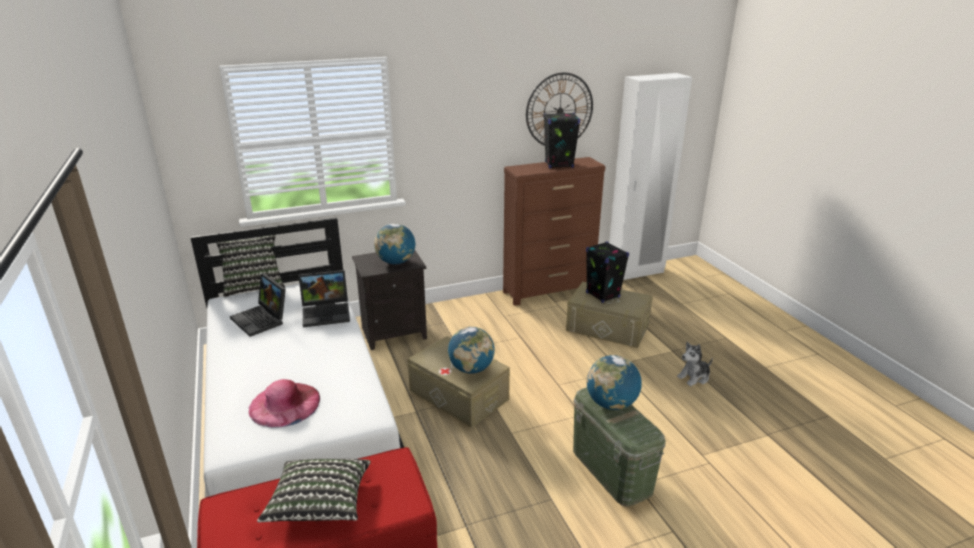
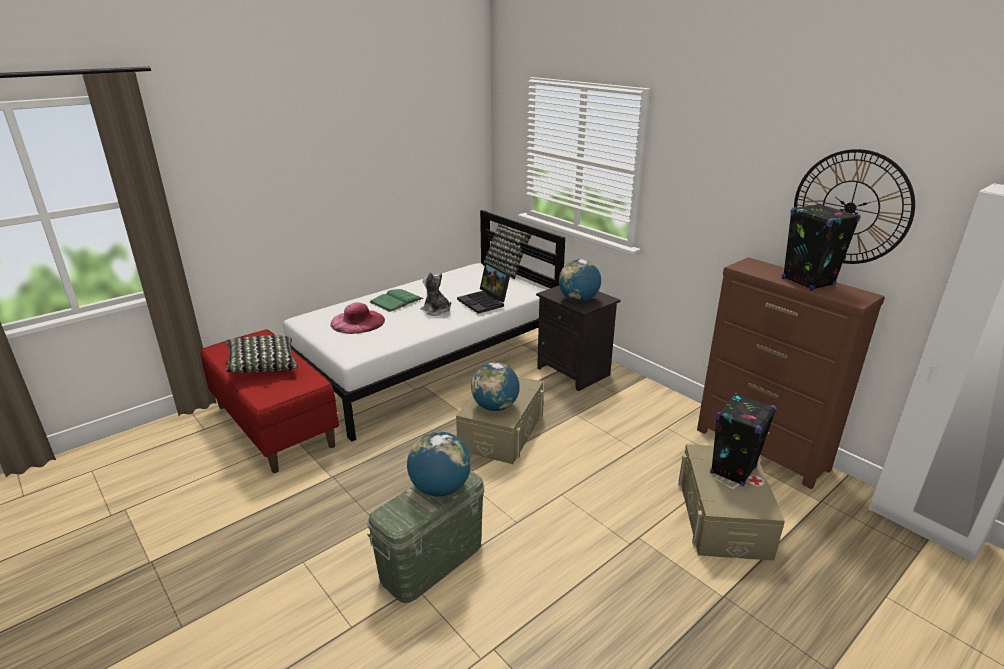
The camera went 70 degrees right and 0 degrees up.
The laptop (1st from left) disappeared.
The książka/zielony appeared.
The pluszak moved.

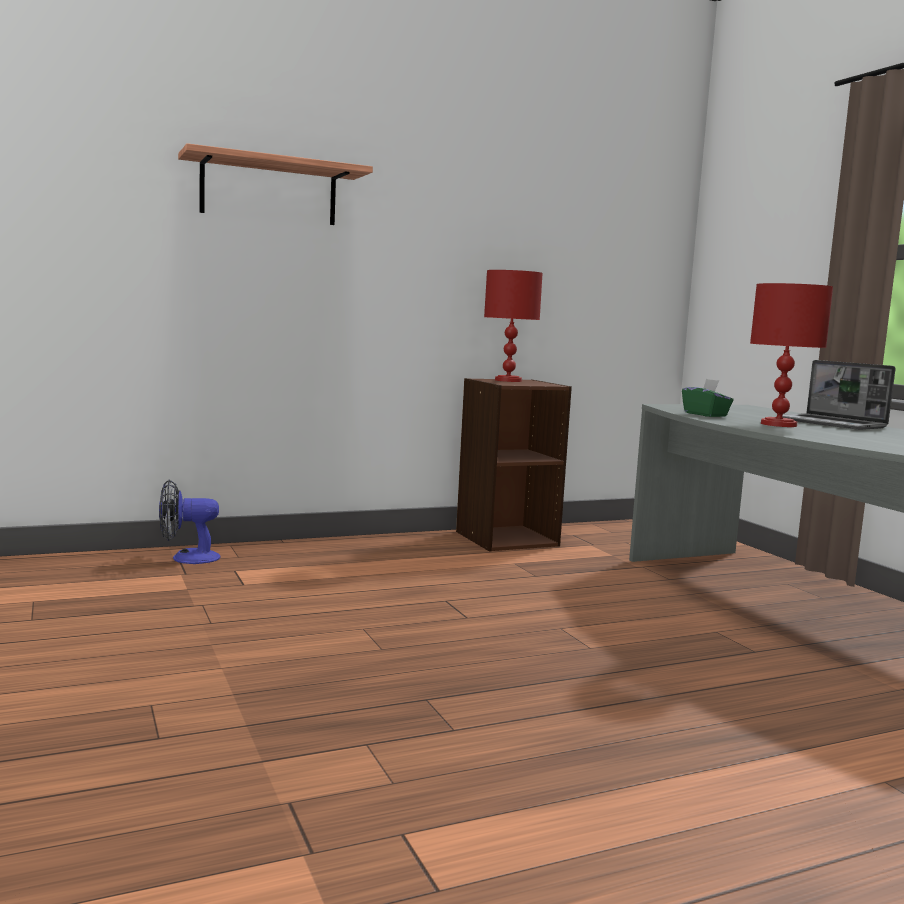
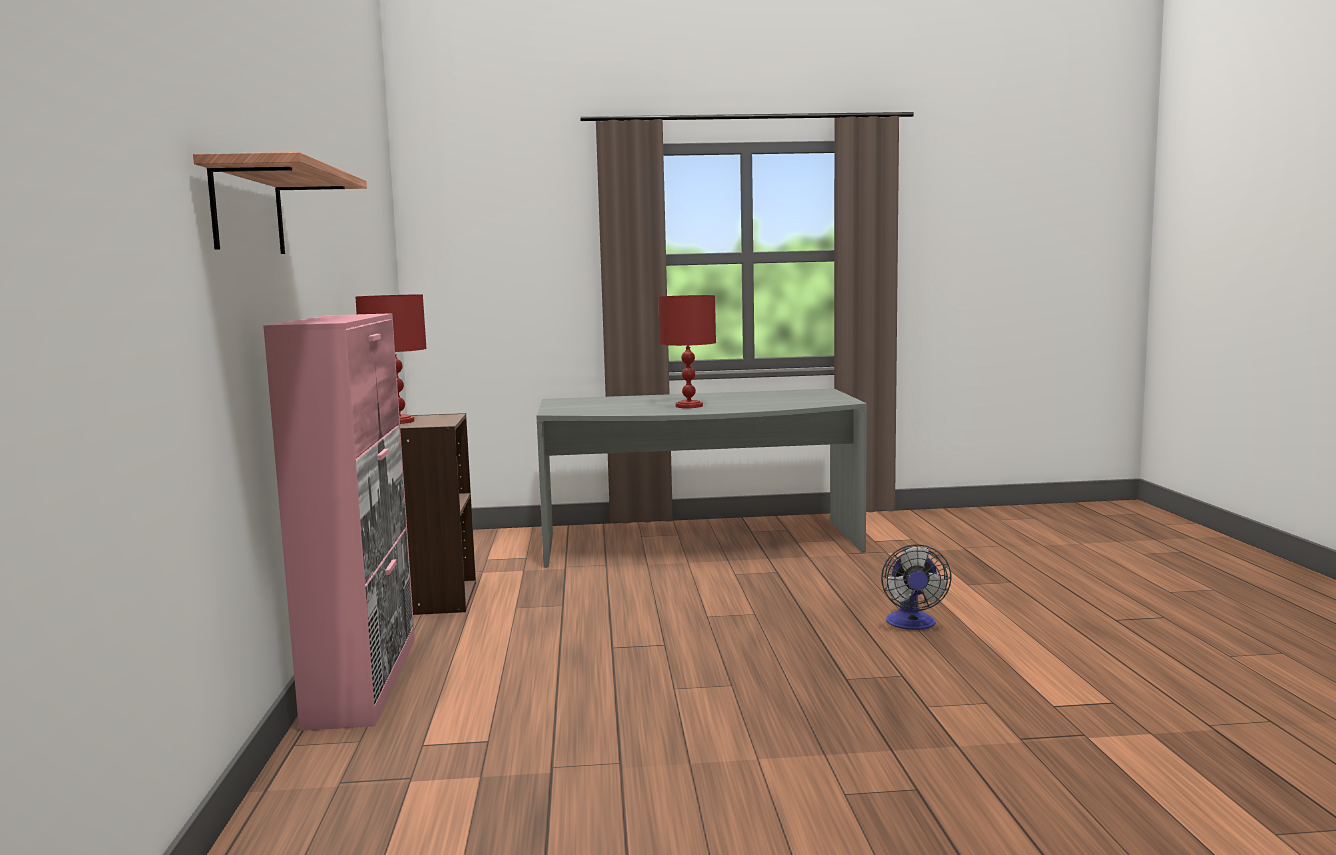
The camera went 70 degrees left and 0 degrees up.
The pudełko chusteczek/zielony disappeared.
The laptop disappeared.
The szafka/różowy appeared.
The wentylator moved.

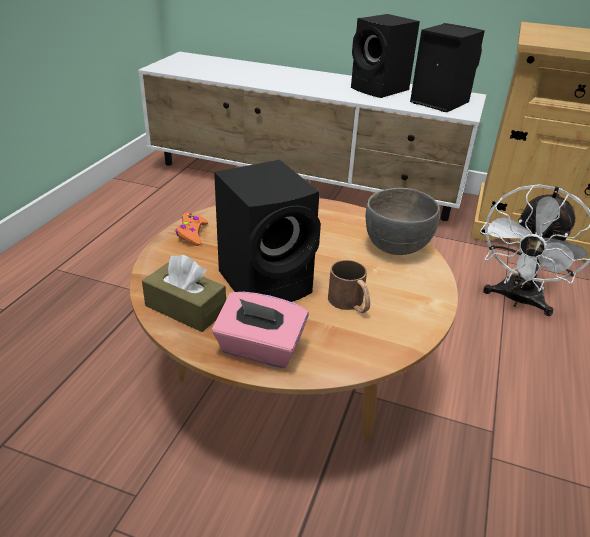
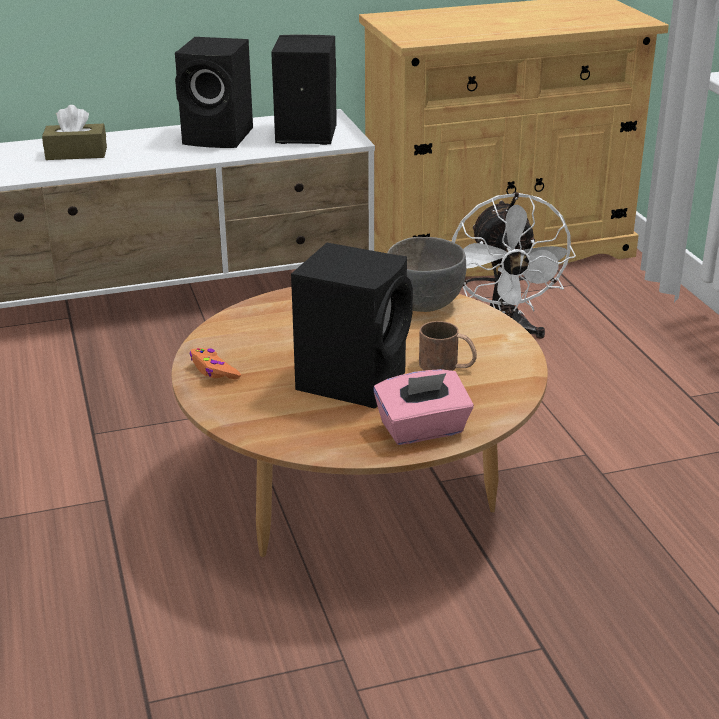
The camera went 35 degrees left and 5 degrees down.
The pudełko chusteczek/brązowy moved.

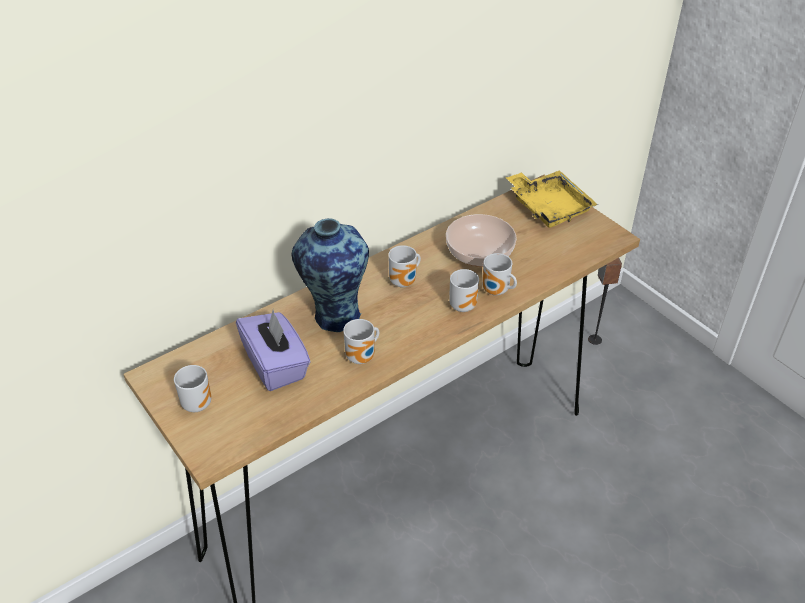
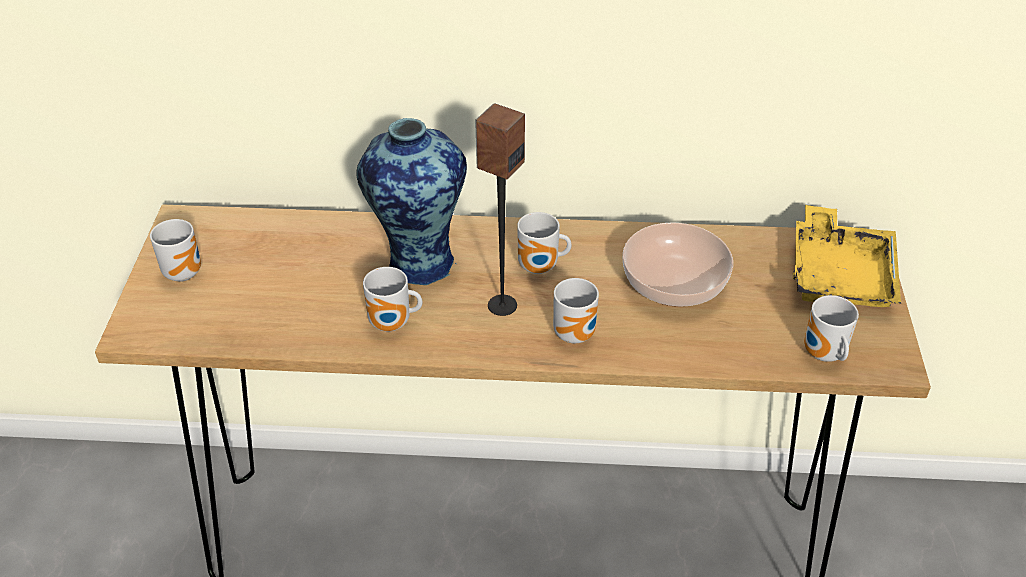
The camera went 40 degrees right and 0 degrees up.
The pudełko chusteczek/fioletowy disappeared.
The kubek (5th from left) moved.
The głośnik moved.

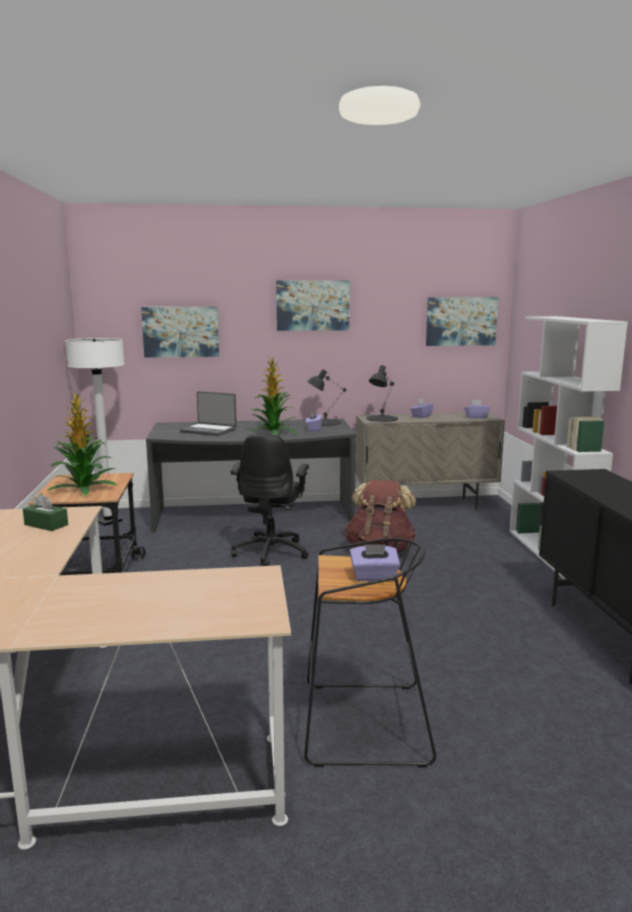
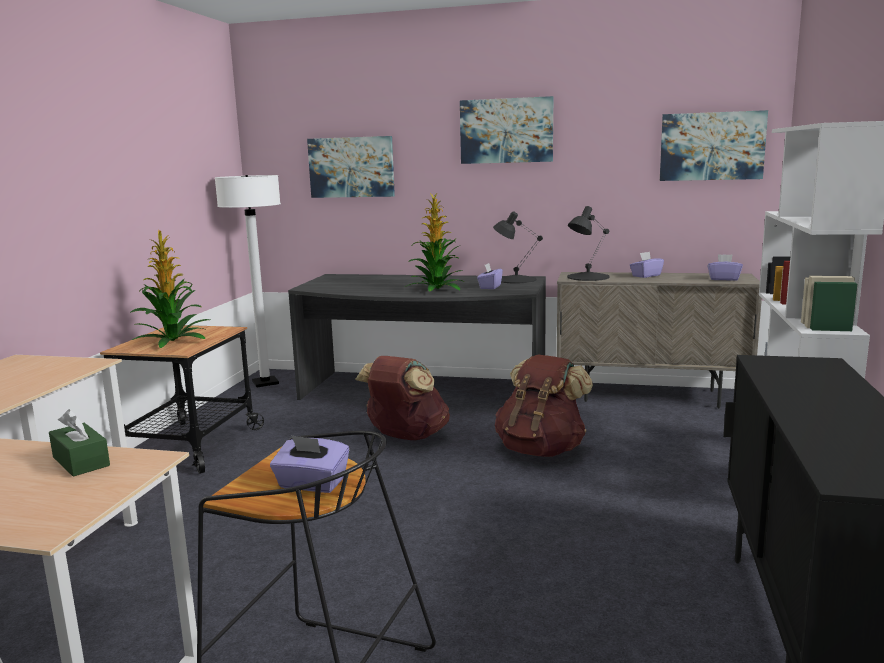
The camera went 20 degrees right and 0 degrees up.
The laptop disappeared.
The pudełko chusteczek/zielony moved.
The krzesło biurowe/czarny was replaced by the plecak/brązowy (1st from left).

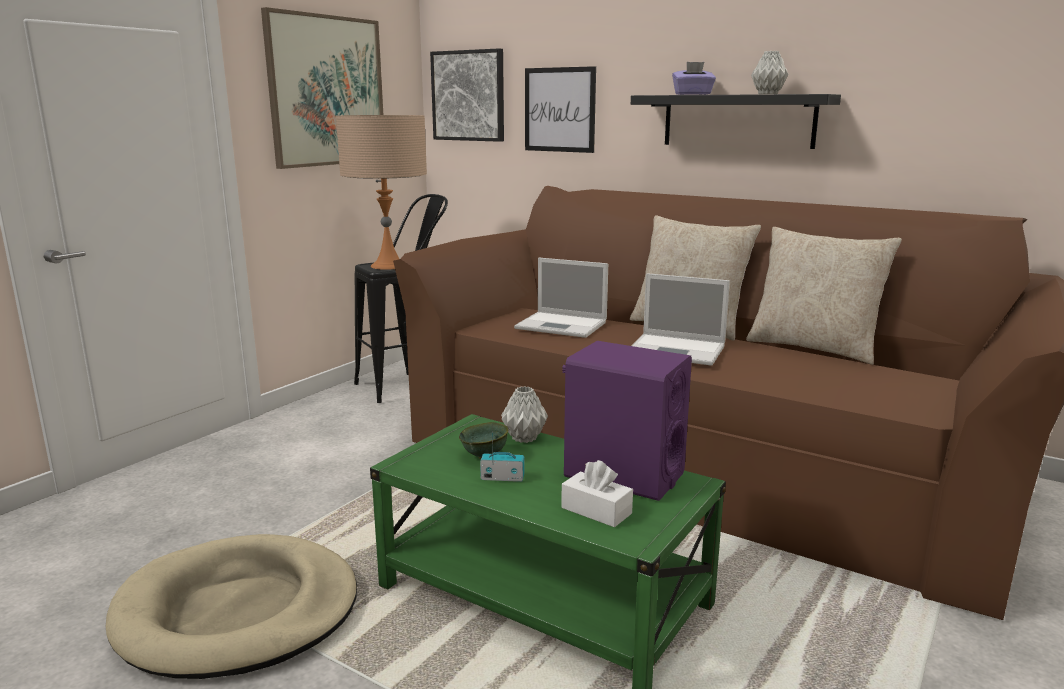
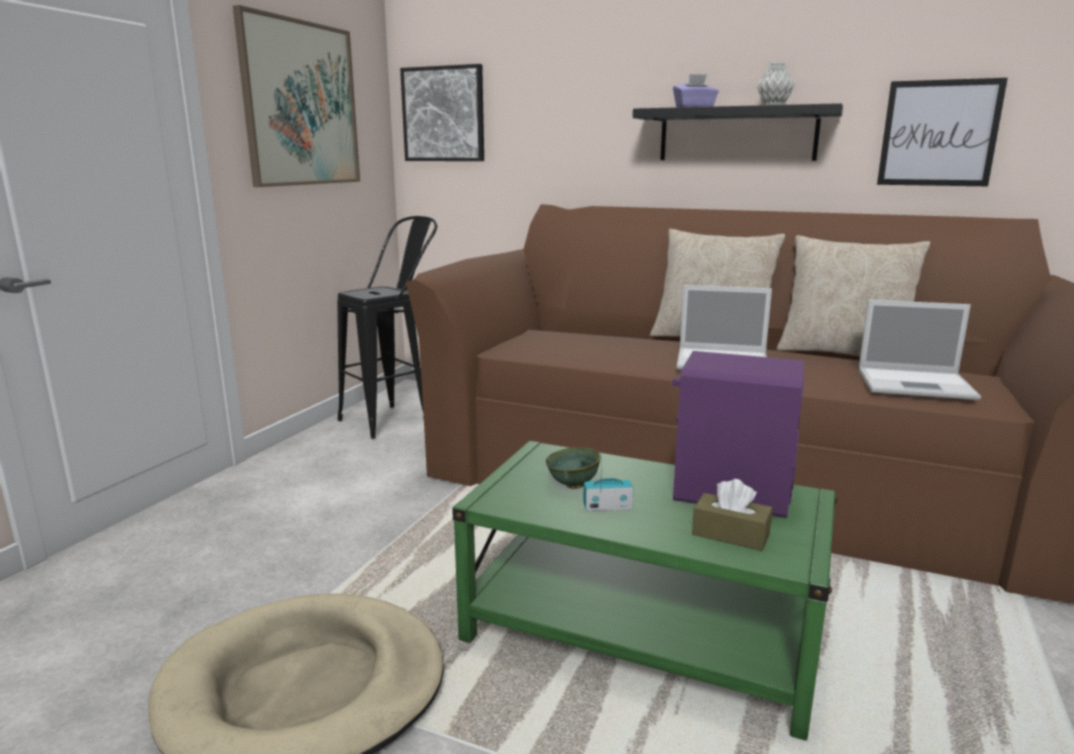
The camera went 10 degrees left and 0 degrees up.
The lampa stołowa/beżowy disappeared.
The wazon/szary (1st from left) disappeared.
The laptop (1st from left in the first image) moved.
The obraz (3rd from left) moved.
The pudełko chusteczek/biały became the pudełko chusteczek/brązowy.

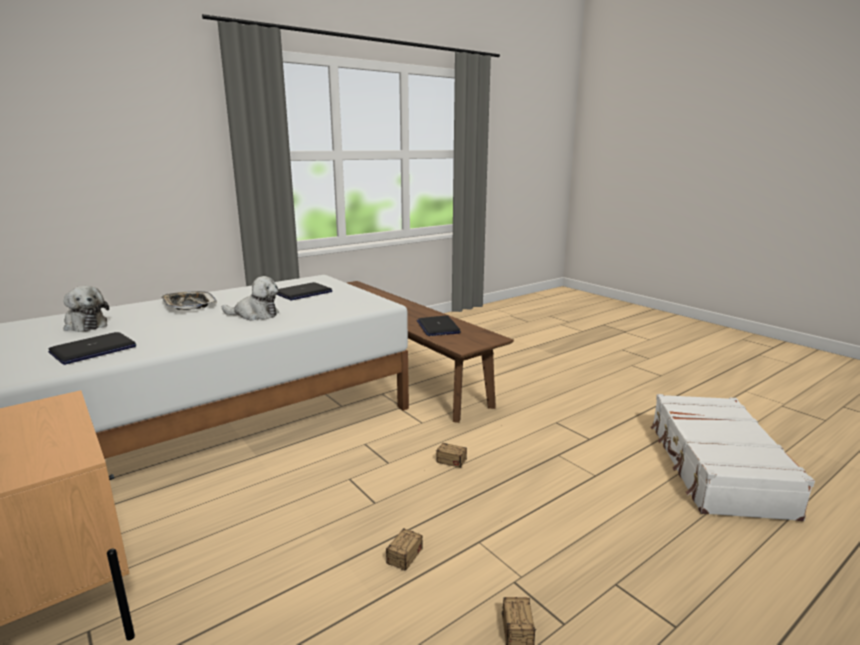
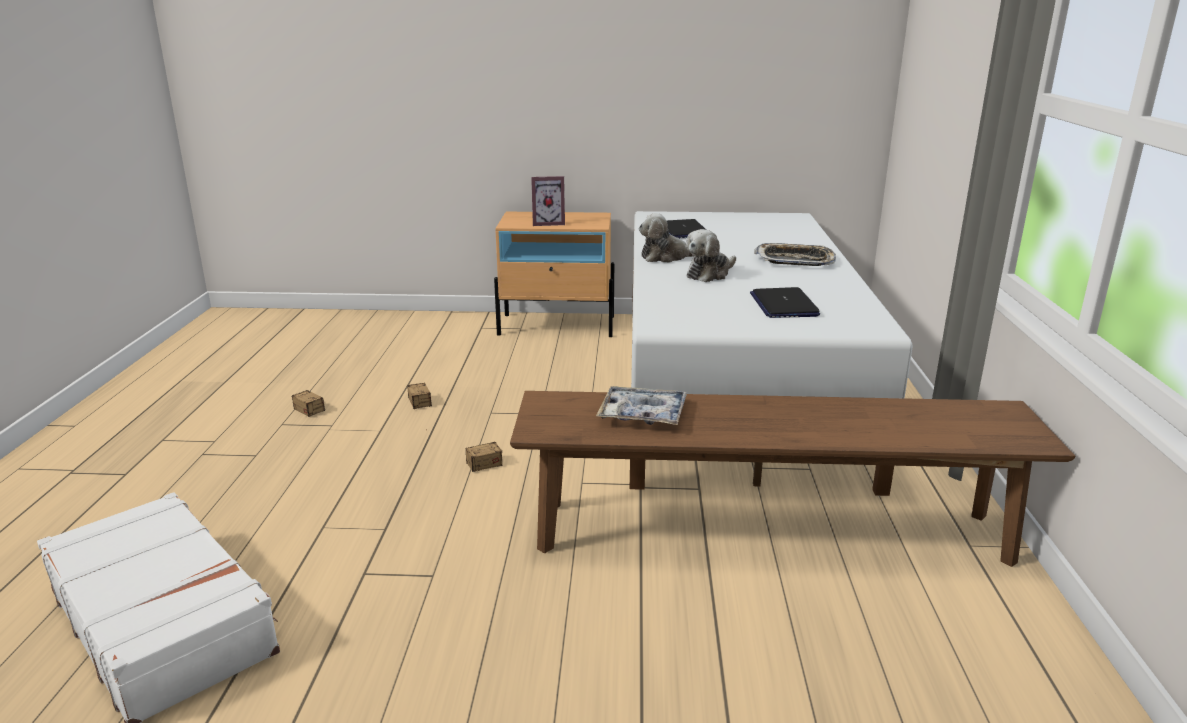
The camera went 130 degrees right and 5 degrees up.
The ramka na zdjęcie appeared.
The pluszak (1st from left) moved.
The laptop (3rd from left) was replaced by the taca (1st from left).

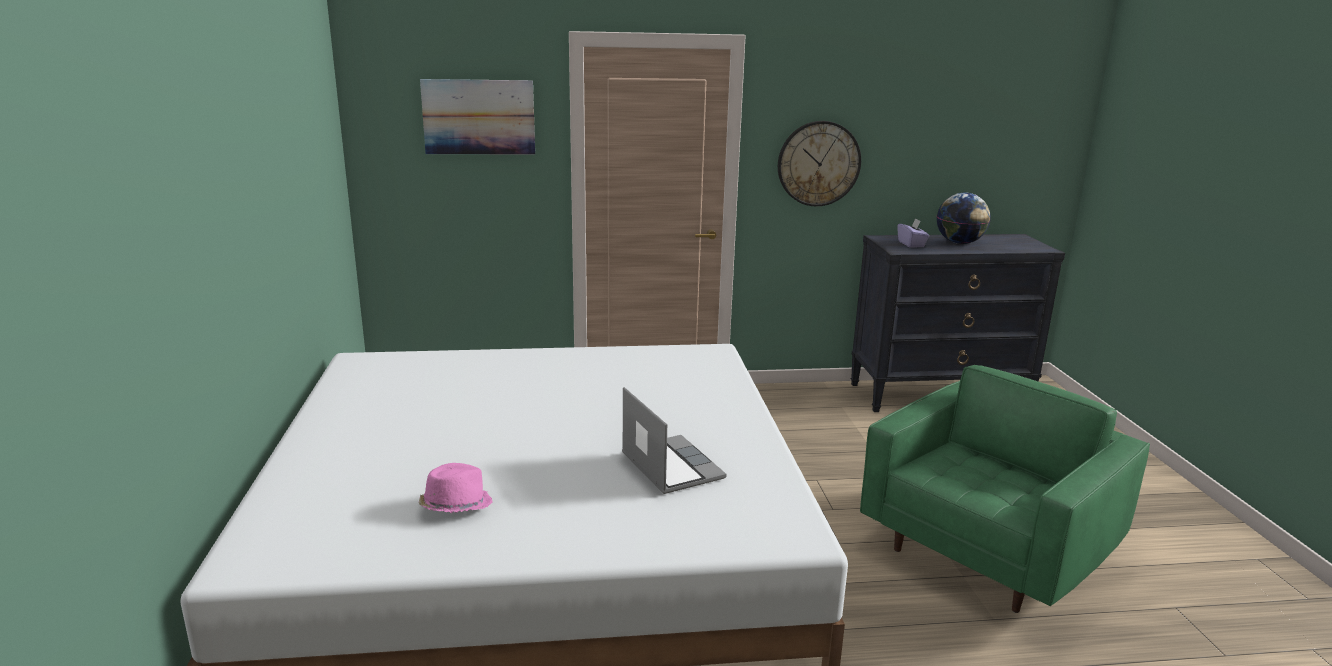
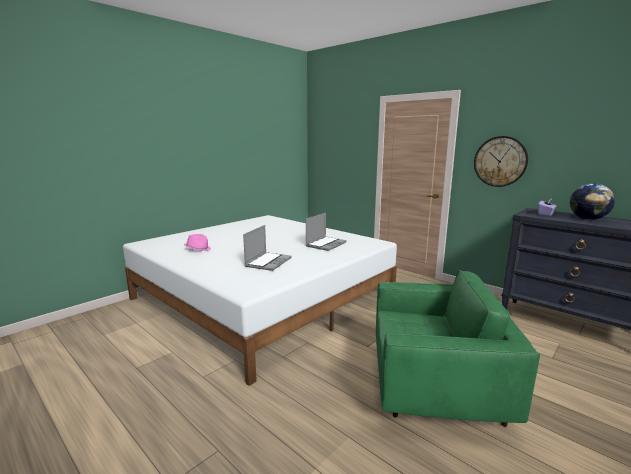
The camera went 50 degrees right and 5 degrees down.
The obraz disappeared.
The laptop (2nd from left) appeared.

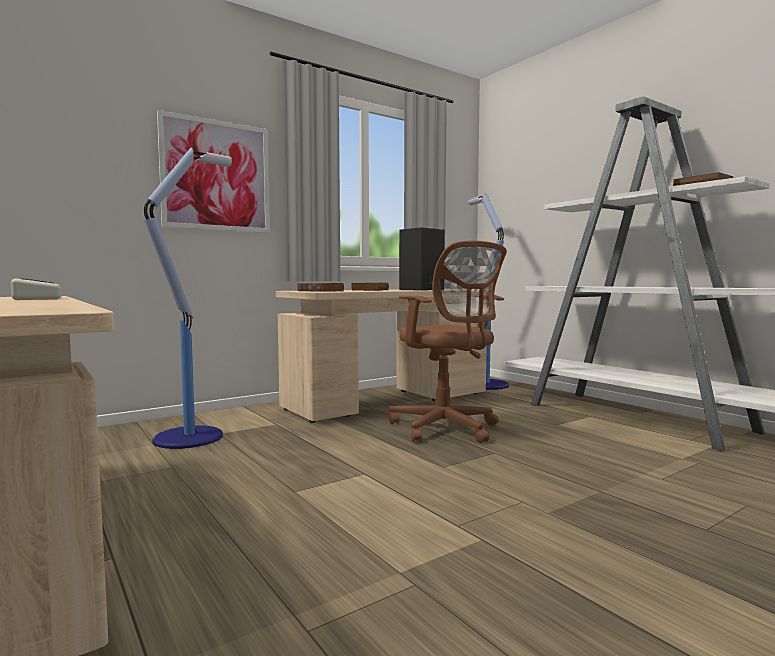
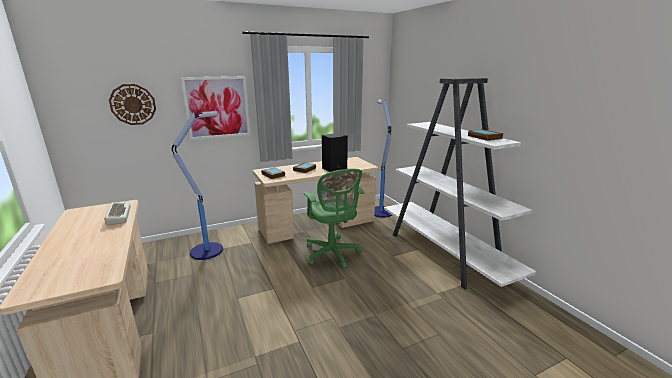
The camera went 10 degrees right and 15 degrees up.
The zegar ścienny appeared.
The krzesło biurowe/brązowy became the krzesło biurowe/zielony.

